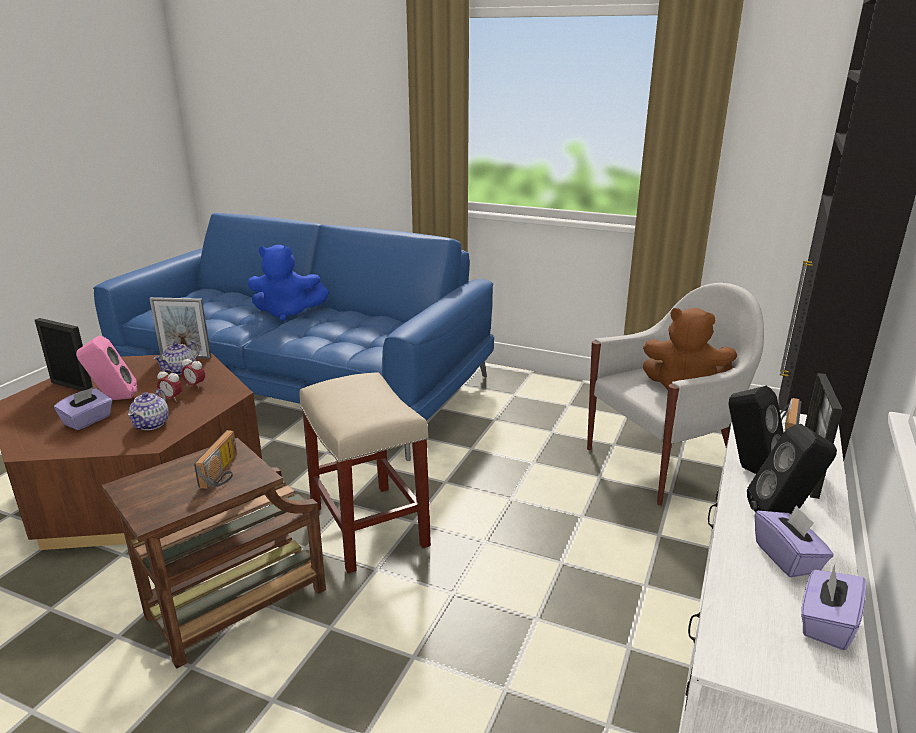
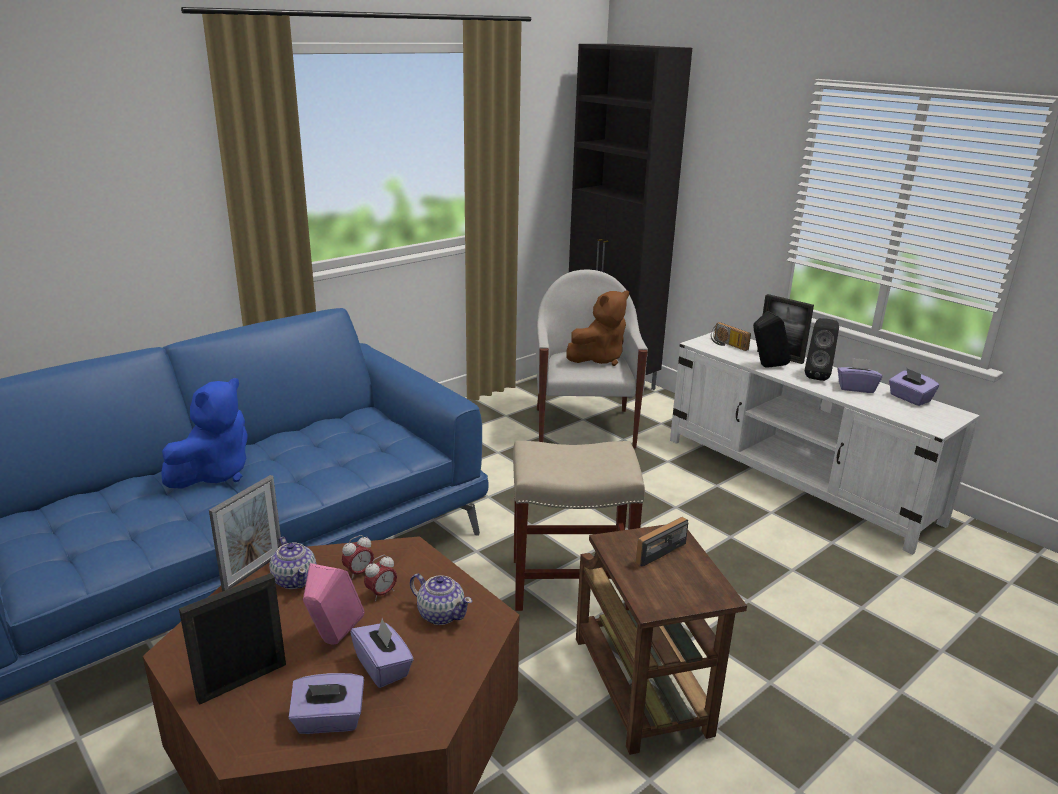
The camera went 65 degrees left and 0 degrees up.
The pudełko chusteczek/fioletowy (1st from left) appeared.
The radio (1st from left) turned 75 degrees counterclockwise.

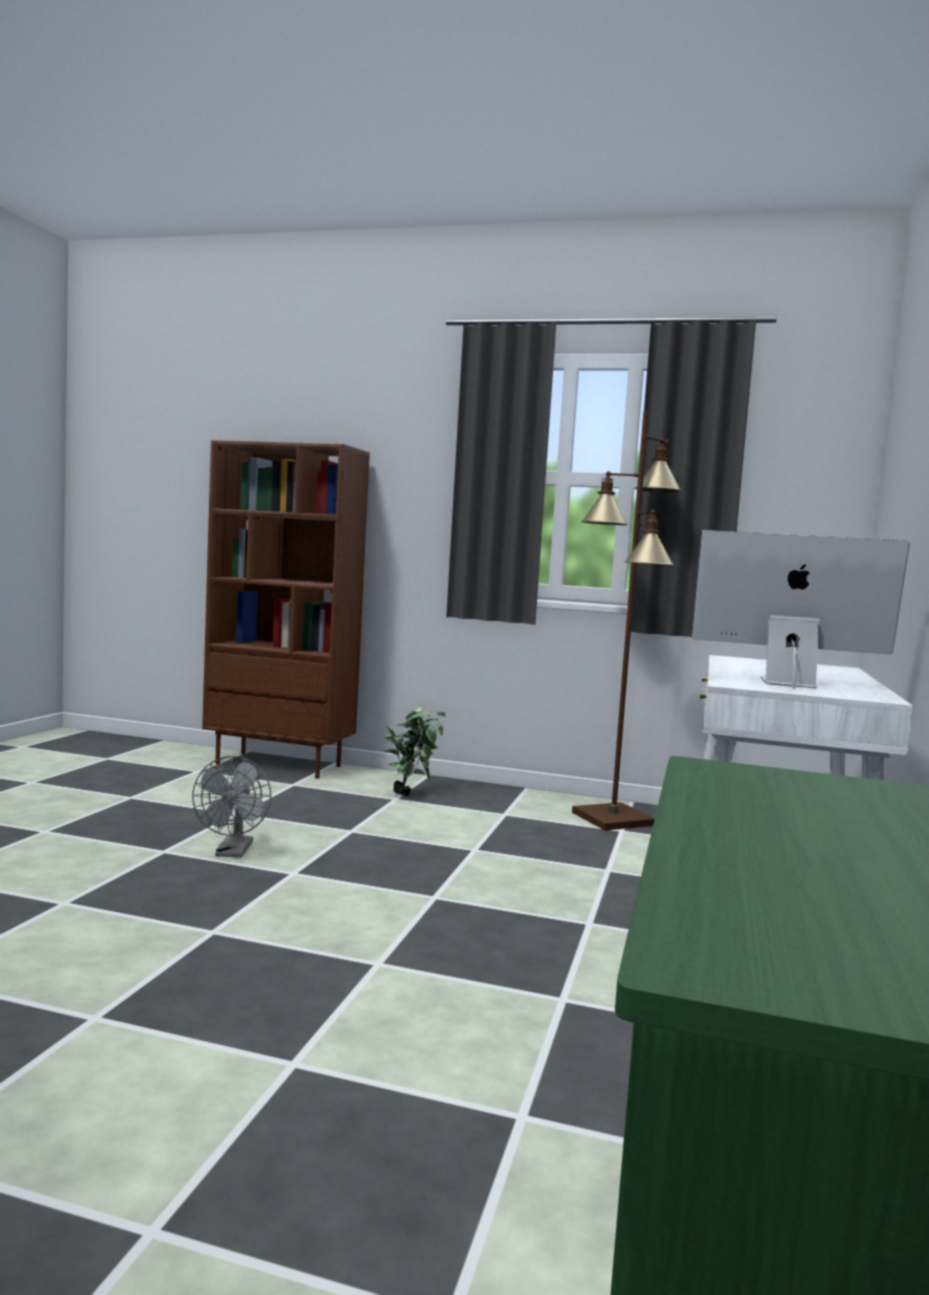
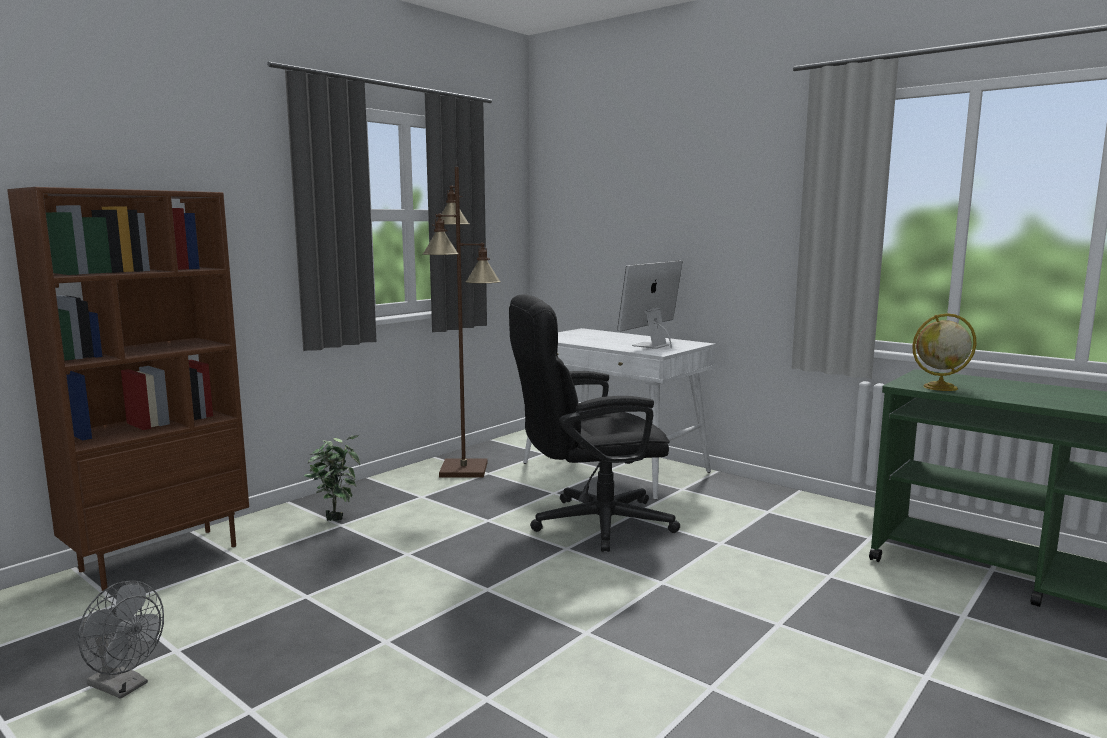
The camera went 65 degrees left and 5 degrees up.
The krzesło biurowe/czarny appeared.
The globus appeared.
The wentylator/szary moved.

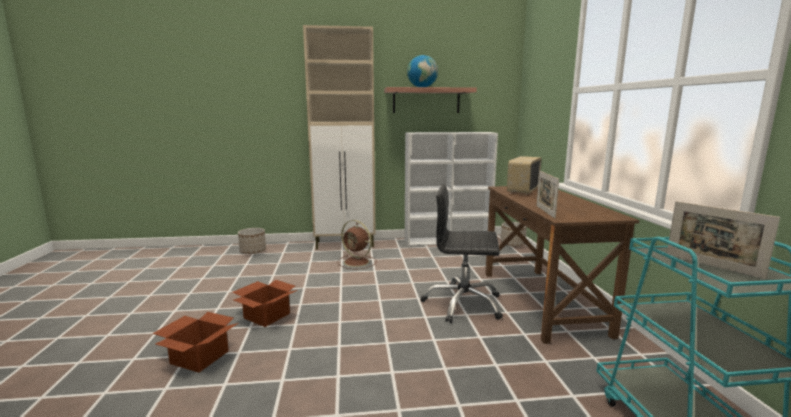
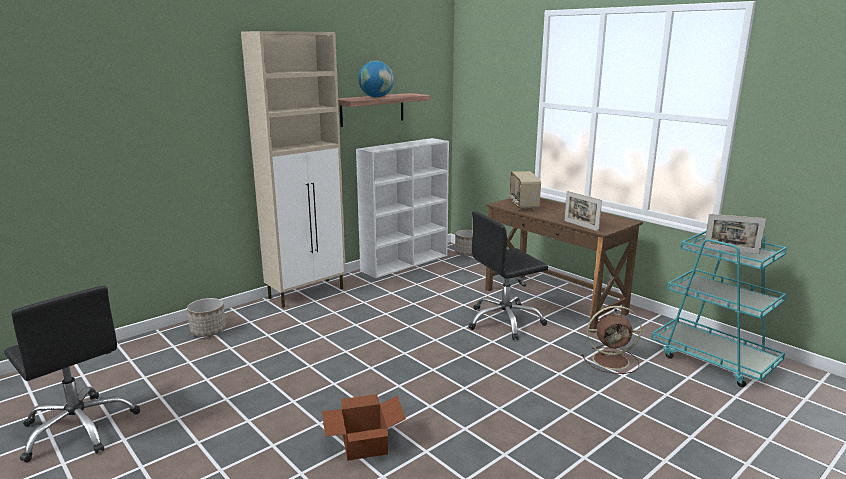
The camera went 35 degrees left and 5 degrees up.
The karton (2nd from left) disappeared.
The krzesło biurowe/czarny (1st from left) appeared.
The wentylator/brązowy moved.

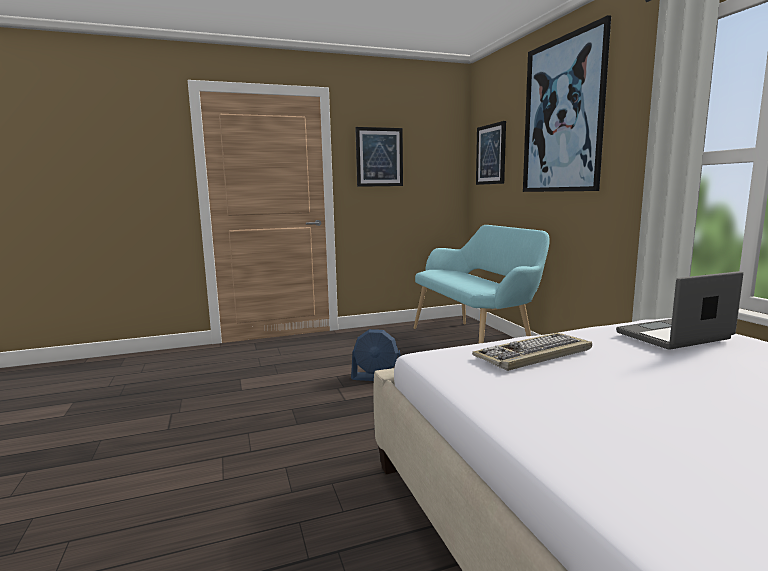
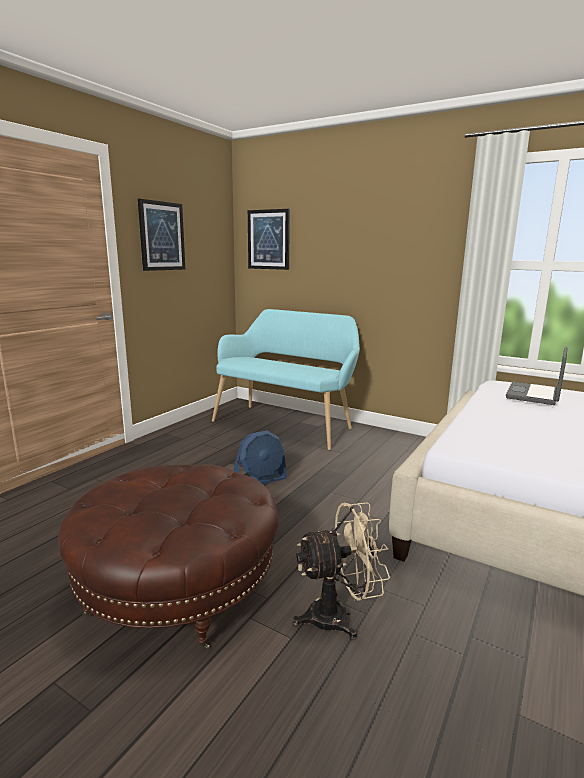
The camera went 40 degrees left and 5 degrees up.
The klawiatura disappeared.
The obraz (3rd from left) disappeared.
The pufa/brązowy appeared.
The wentylator/beżowy appeared.

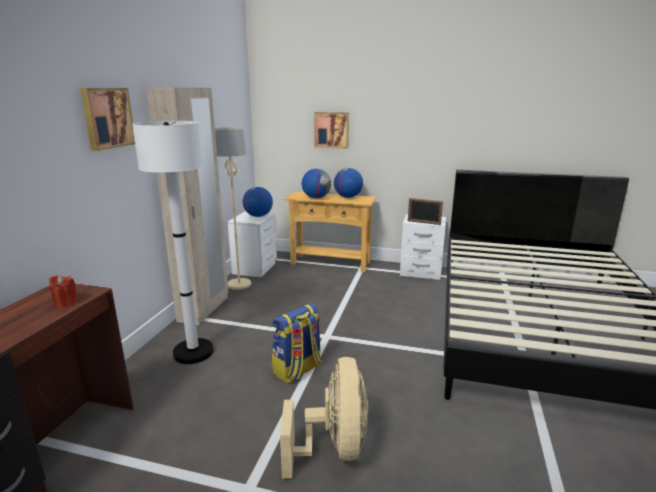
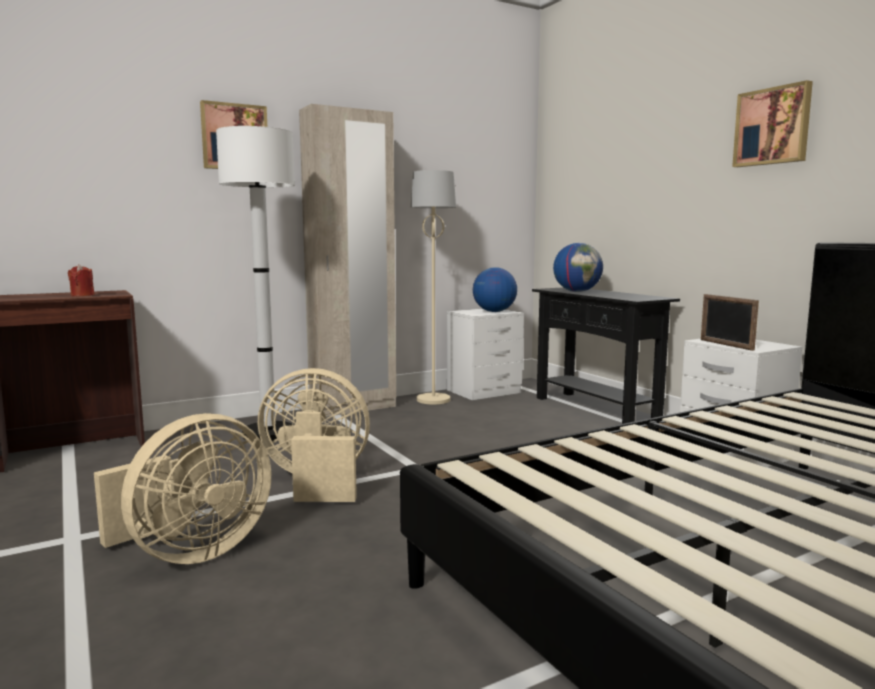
The camera went 45 degrees right and 10 degrees down.
The globus (3rd from left) disappeared.
The obraz (2nd from left) moved.
The plecak was replaced by the wentylator/beżowy (2nd from left).
The stolik konsolowy/beżowy became the stolik konsolowy/czarny.

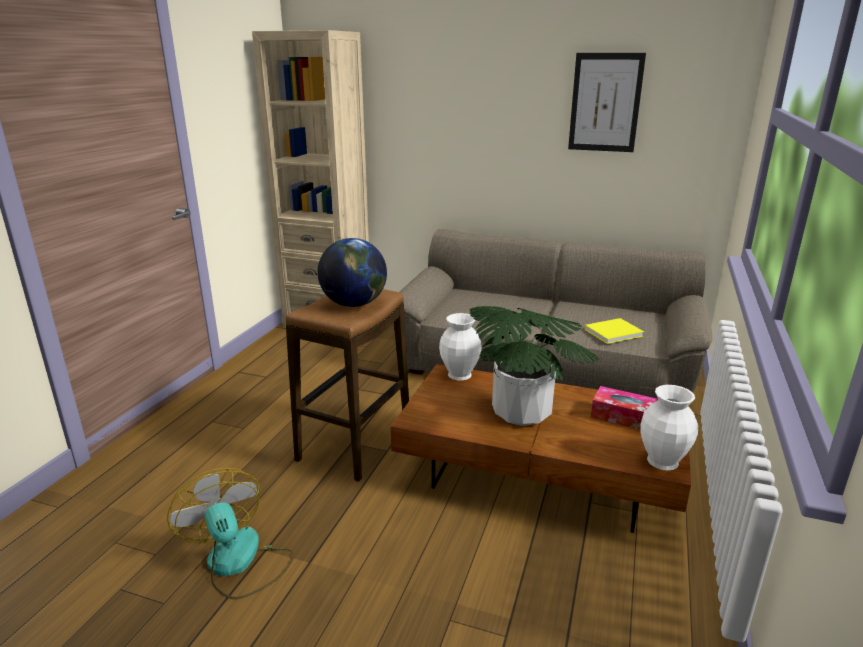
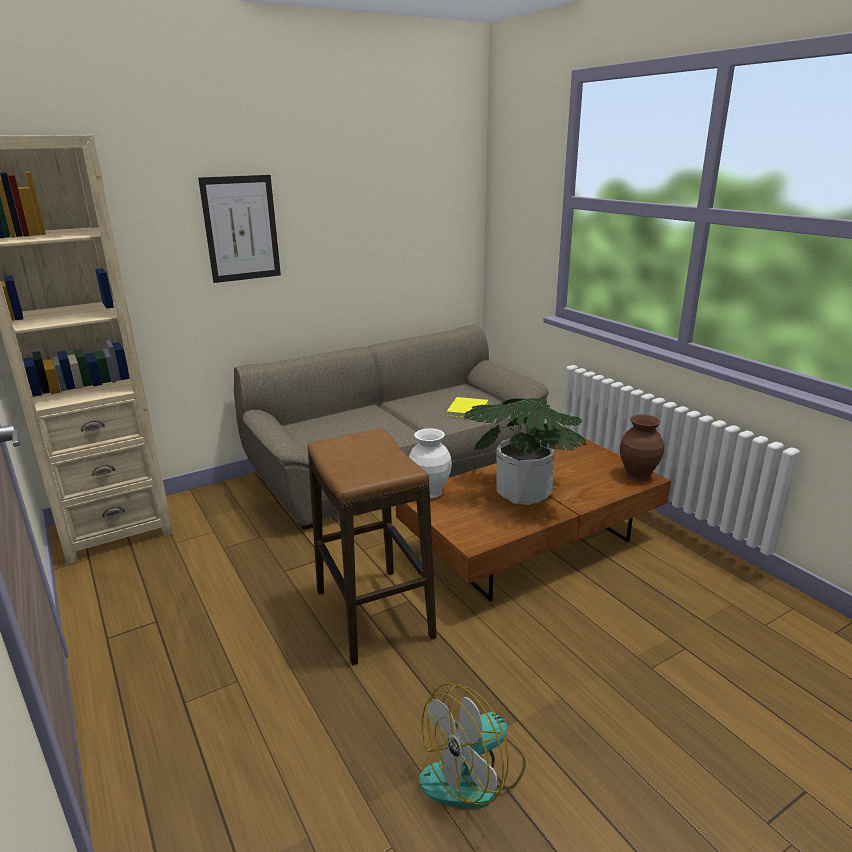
The camera went 50 degrees left and 0 degrees up.
The globus disappeared.
The pudełko chusteczek disappeared.
The obraz moved.
The wazon/biały (2nd from left) became the wazon/brązowy.
The wentylator turned 45 degrees counterclockwise.

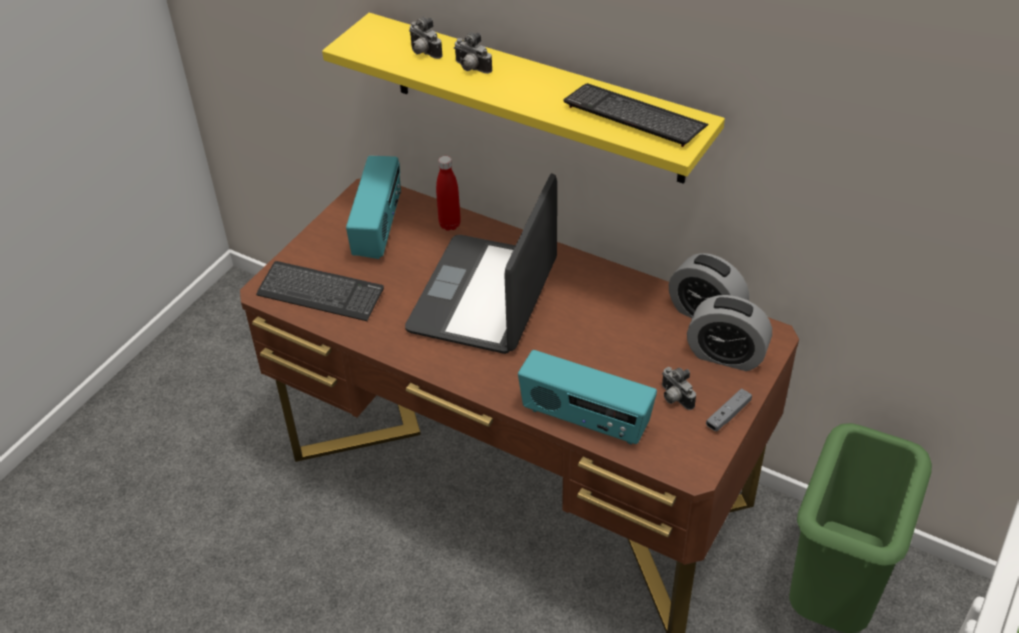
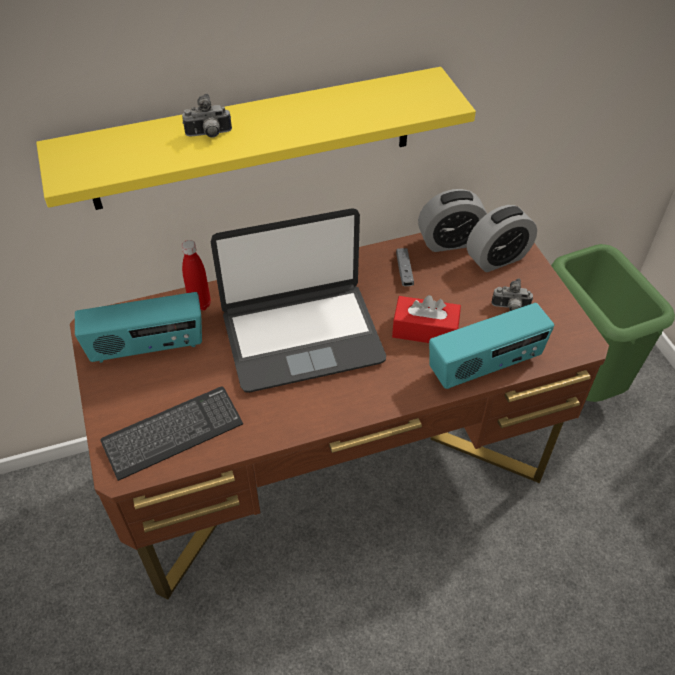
The camera went 50 degrees left and 5 degrees up.
The aparat fotograficzny (1st from left) disappeared.
The klawiatura (2nd from left) disappeared.
The pudełko chusteczek/czerwony appeared.
The pad do gier/szary moved.
The radio (1st from left) turned 120 degrees clockwise.
The laptop turned 75 degrees counterclockwise.

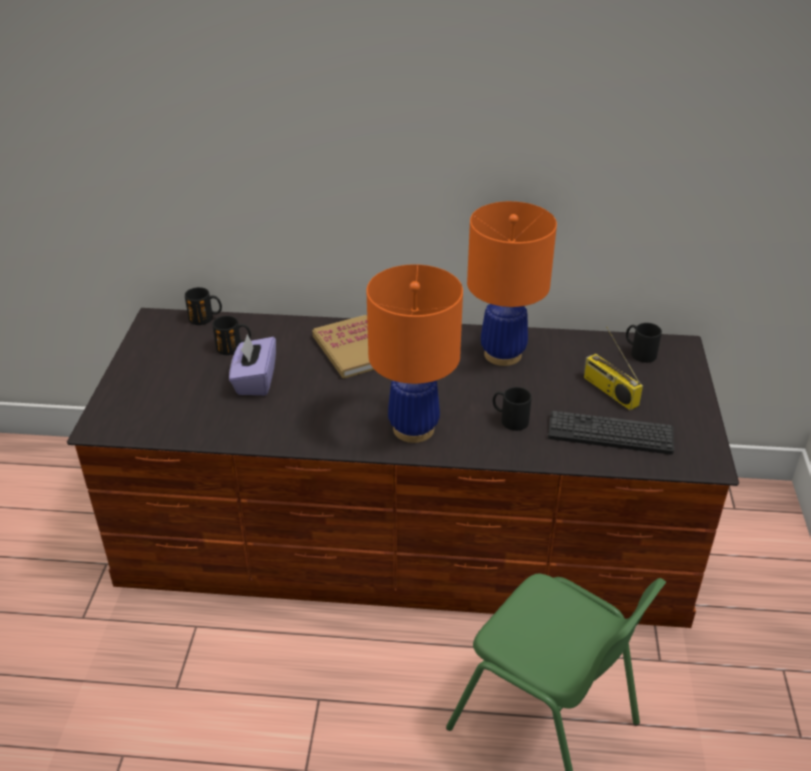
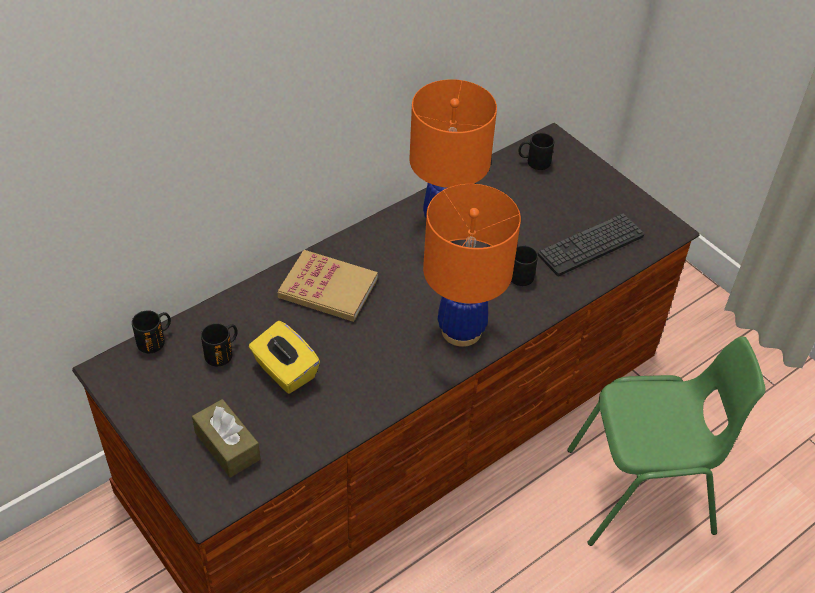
The camera went 45 degrees left and 10 degrees up.
The radio disappeared.
The pudełko chusteczek/brązowy appeared.
The pudełko chusteczek/fioletowy became the pudełko chusteczek/żółty.

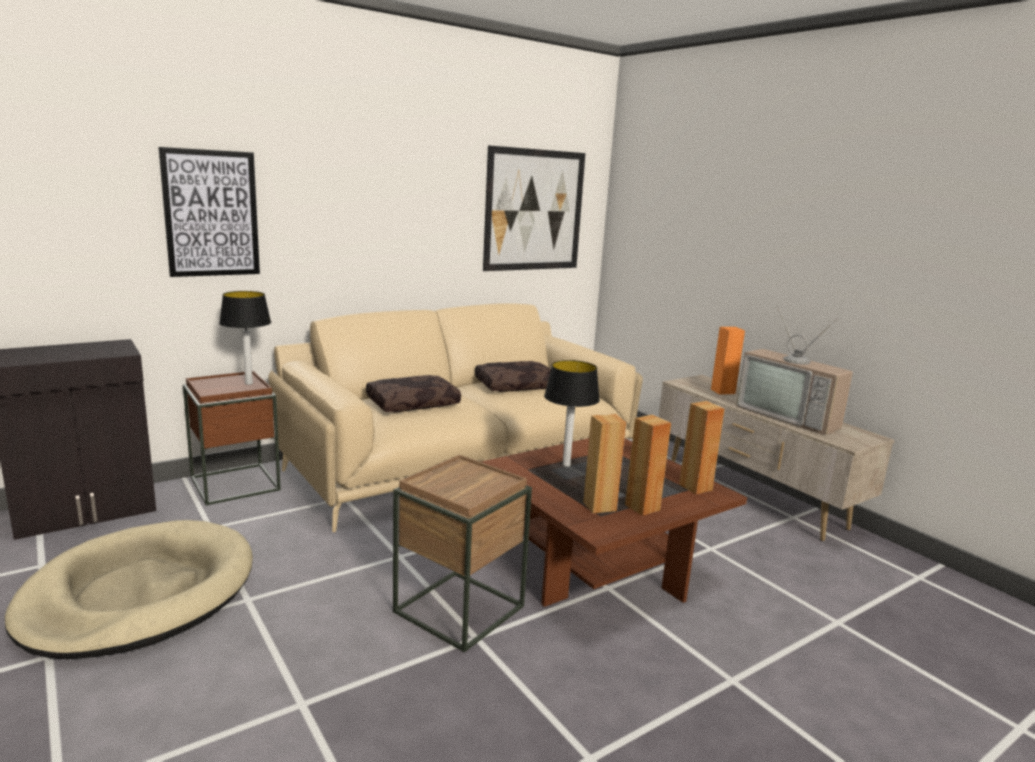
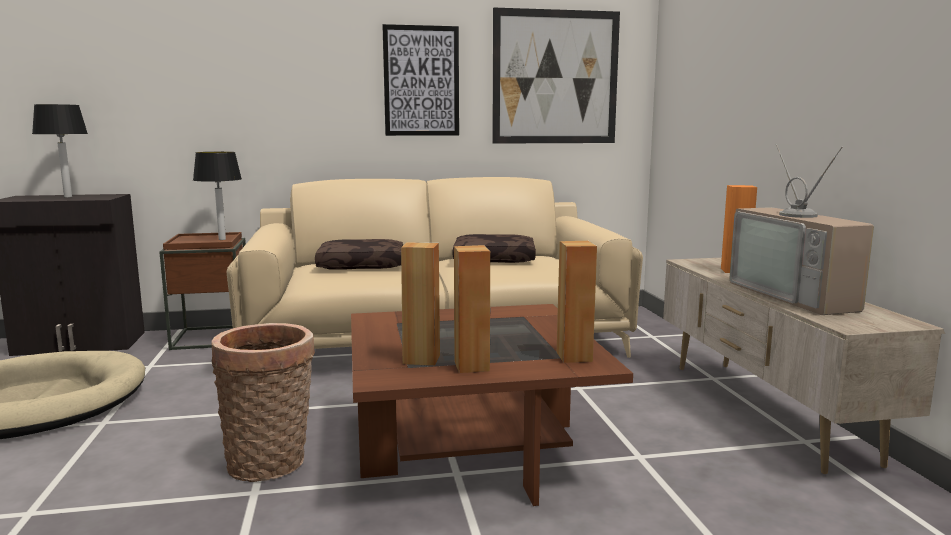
The camera went 25 degrees right and 5 degrees down.
The obraz (1st from left) moved.
The lampa stołowa (2nd from left in the first image) moved.
The stolik/brązowy (2nd from left) was replaced by the koszyk.

